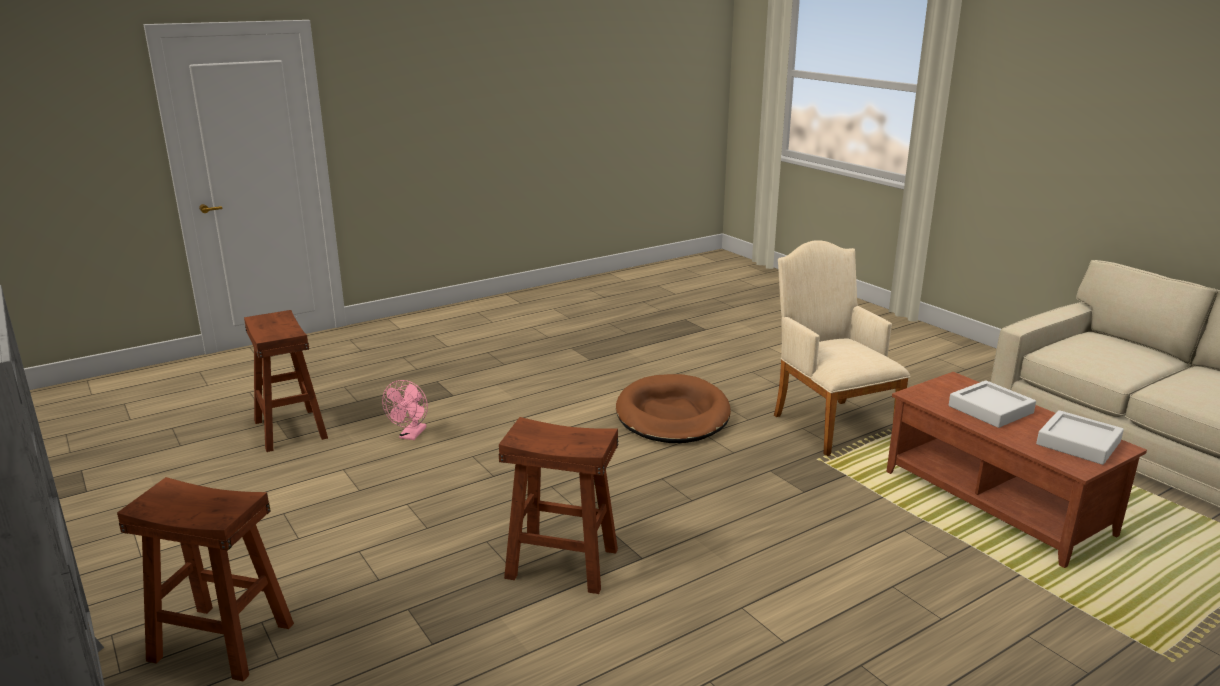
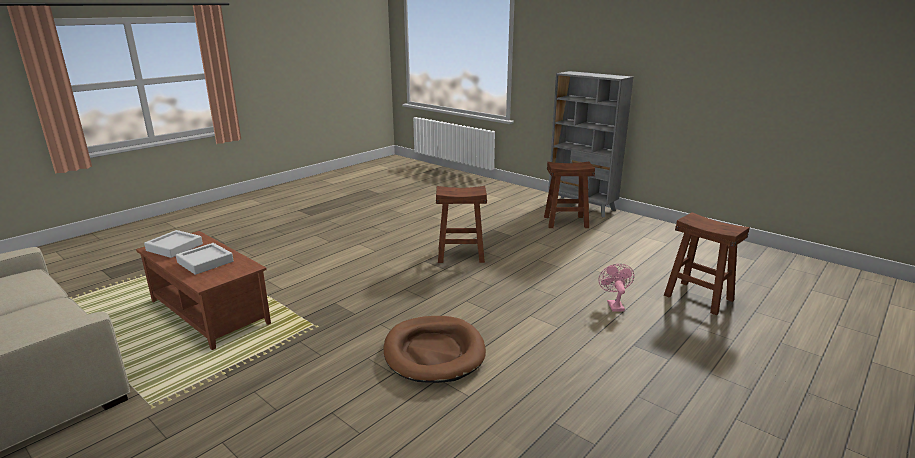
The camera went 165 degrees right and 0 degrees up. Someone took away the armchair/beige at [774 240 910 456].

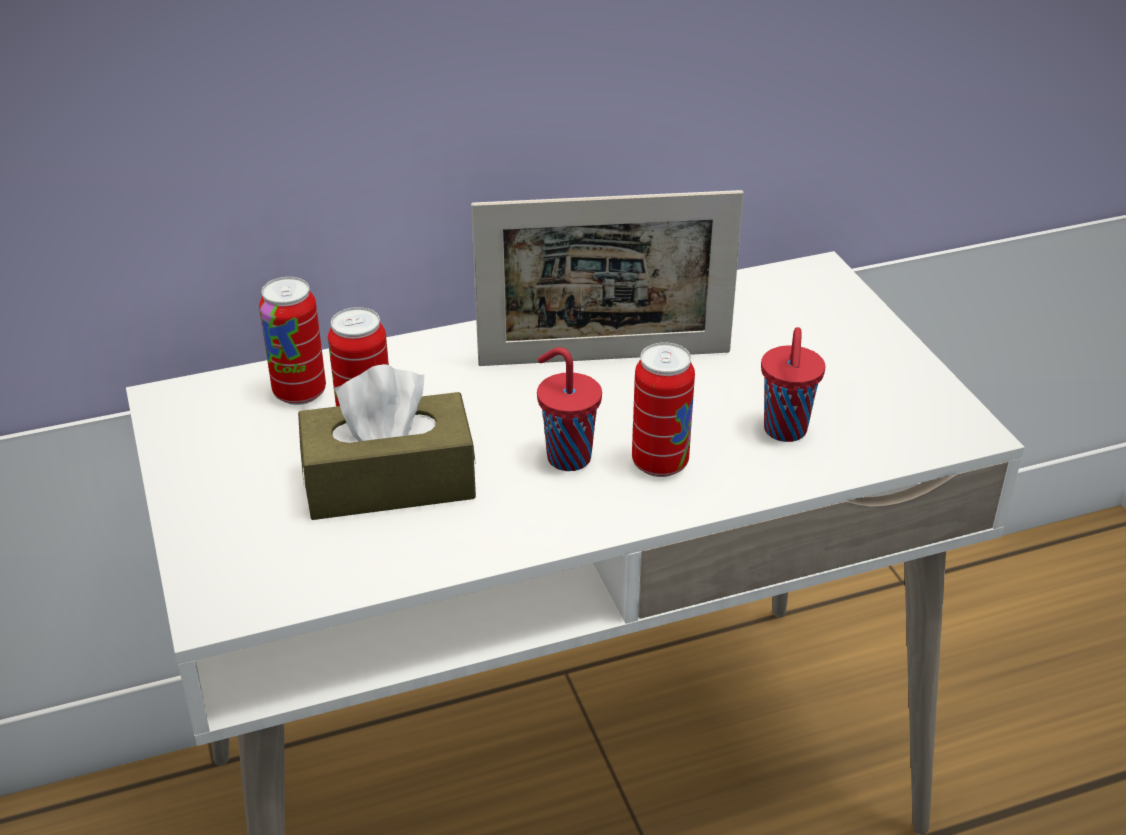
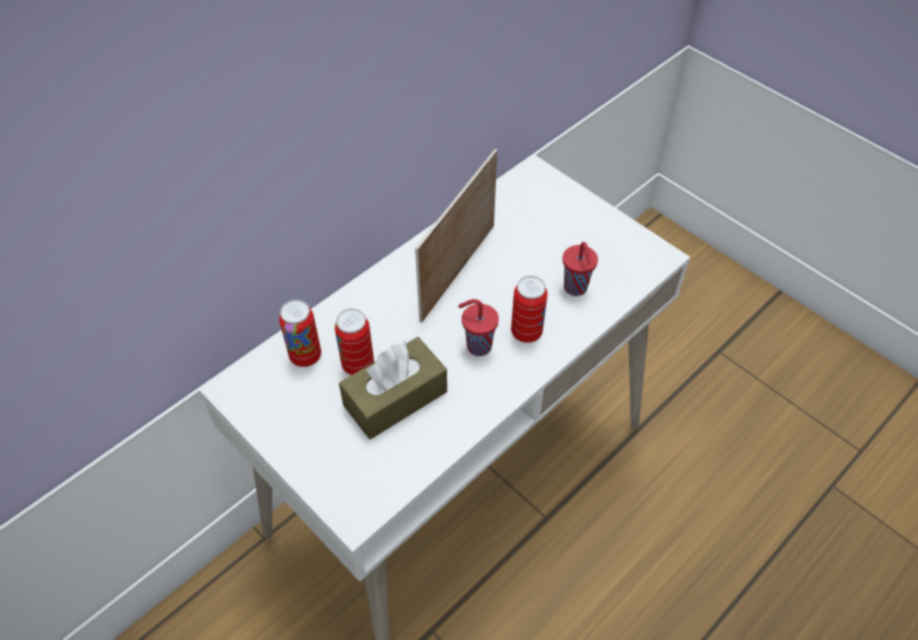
The camera went 25 degrees left and 15 degrees up. Someone rotated the picture frame at [471 190 744 366] by 150 degrees clockwise.

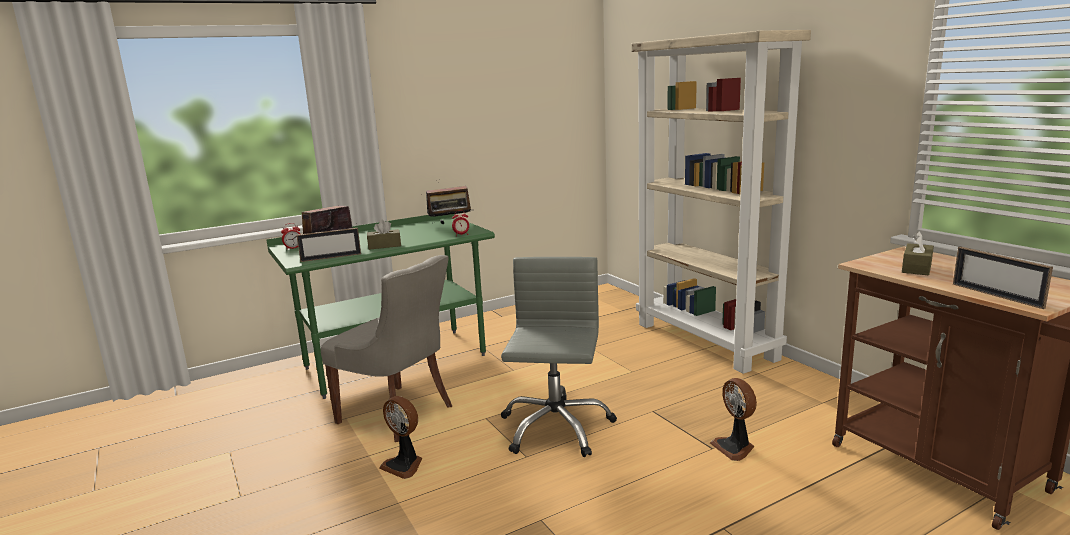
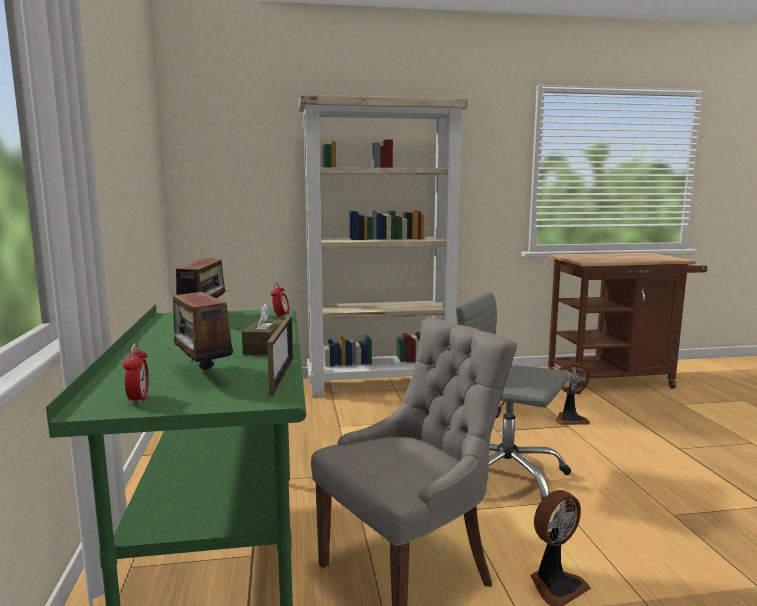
The camera went 70 degrees left and 5 degrees down. Someone took away the tissue box/brown at [902 231 934 276]. Someone took away the picture frame at [953 246 1053 309].

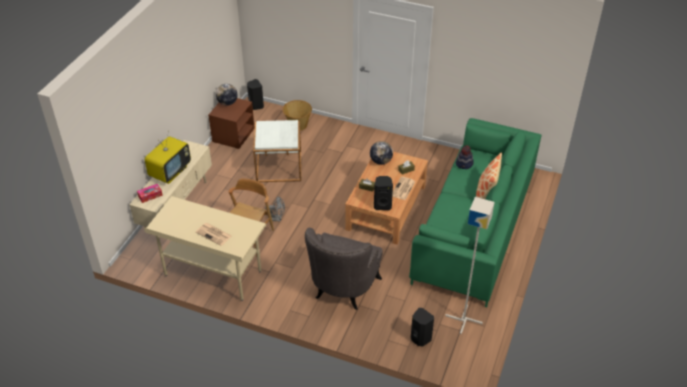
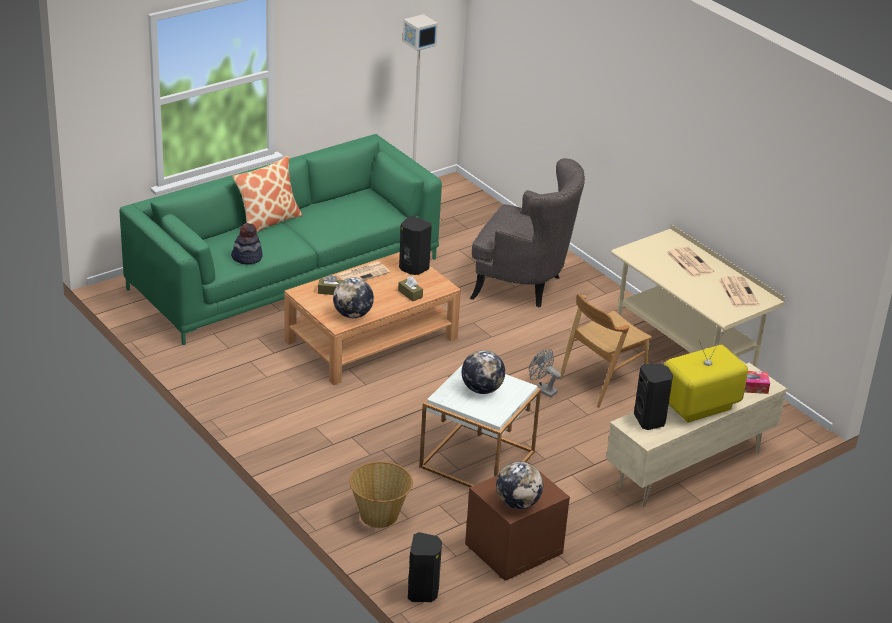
The camera went 150 degrees left and 10 degrees down. Someone rotated the armchair/grey at [305 228 383 310] by 60 degrees clockwise. Someone carried the speaker/black from [411 308 434 346] to [634 364 673 430]. Someone put down the newspaper at [719 276 759 307]. Someone put down the globe at [462 350 505 394].

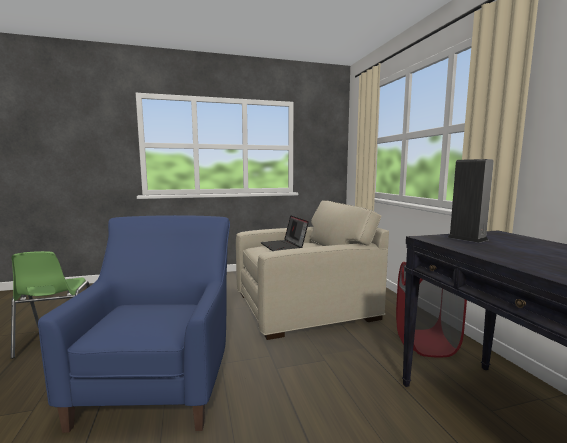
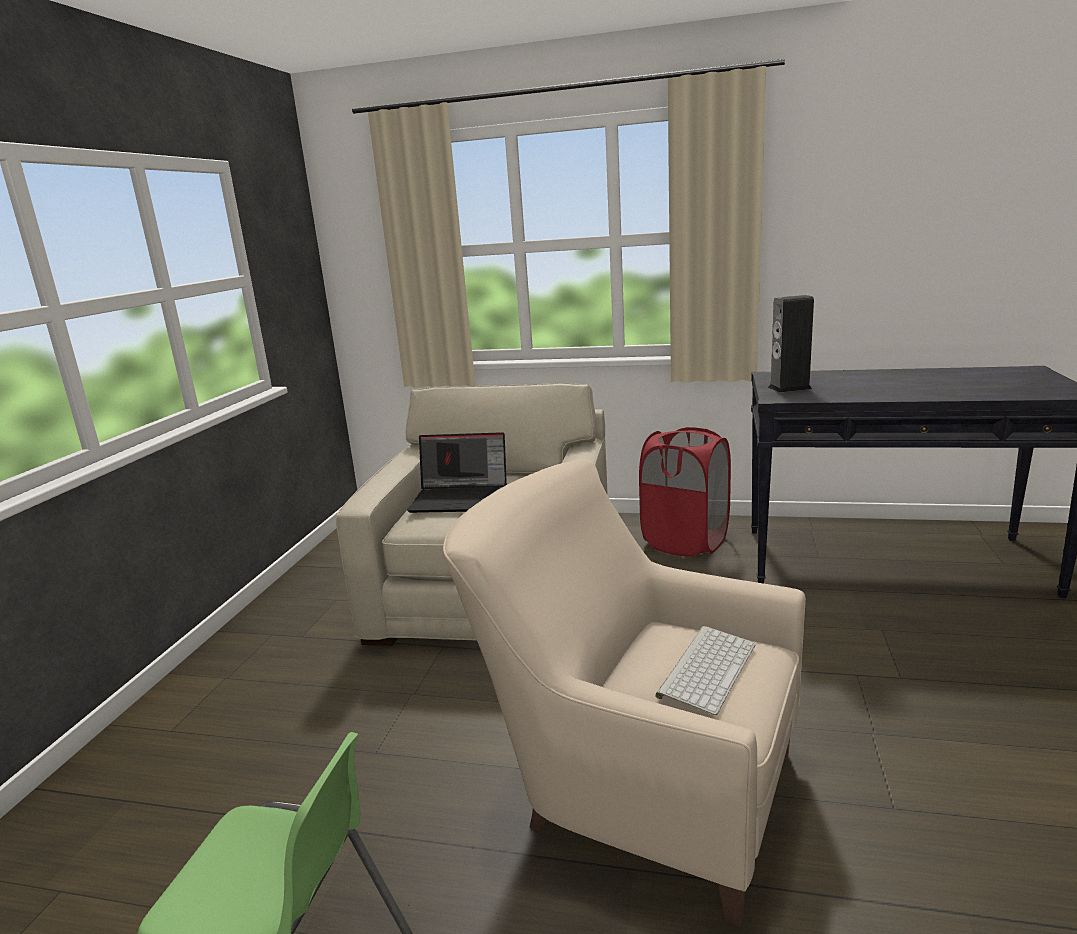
The camera went 60 degrees left and 10 degrees up. Someone repainted the armchair/blue at [38 215 230 433], which became the armchair/beige at [443 460 806 926]. Someone put down the keyboard at [655 626 755 715].

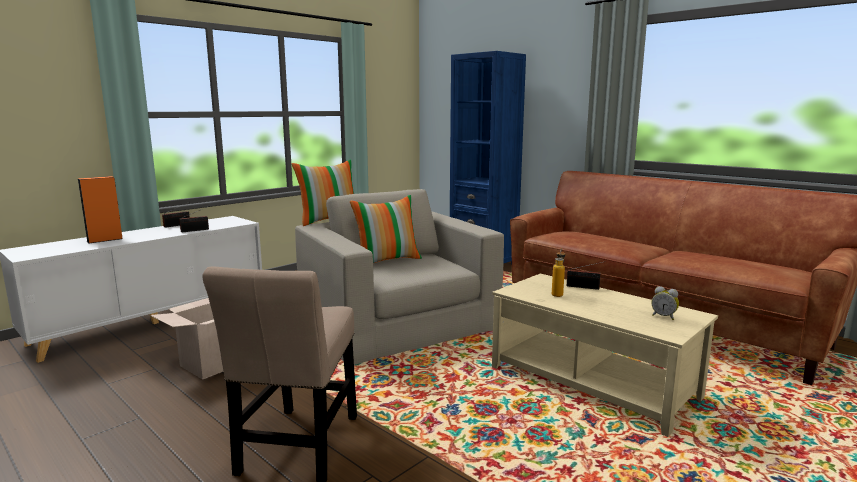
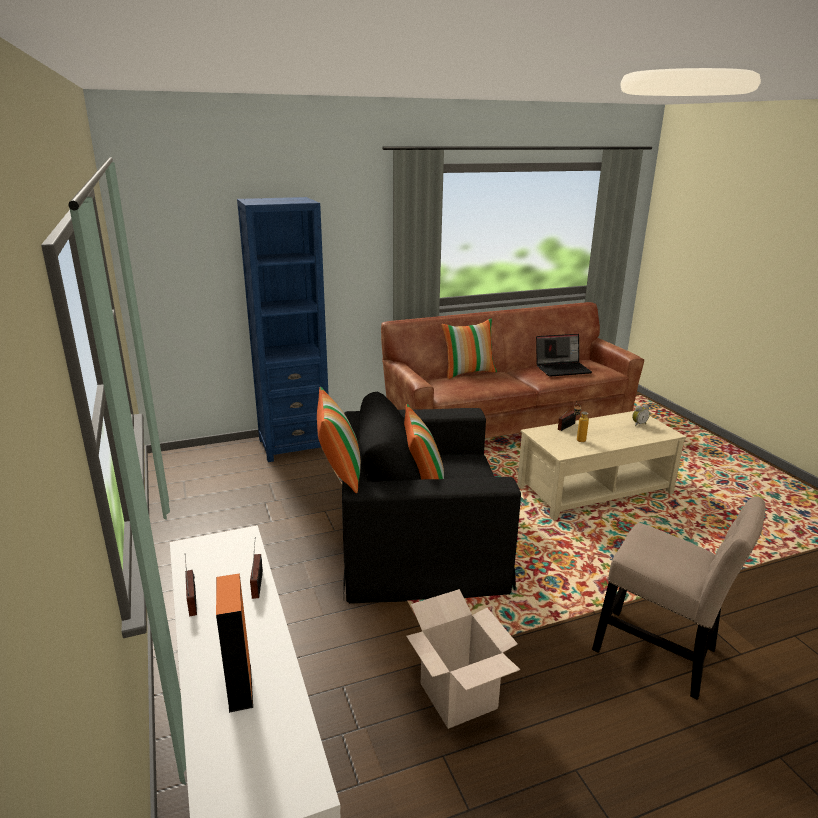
The camera went 65 degrees left and 10 degrees up. Someone repainted the armchair/beige at [295 189 504 365], which became the armchair/black at [342 392 521 604]. Someone put down the pillow at [441 319 497 379]. Someone put down the laptop at [536 334 592 377].

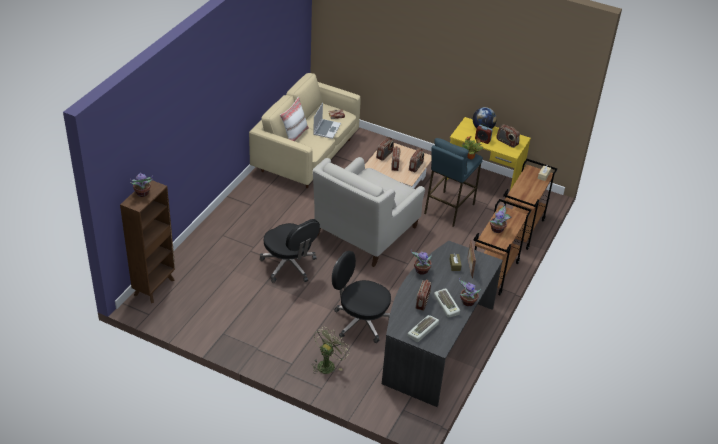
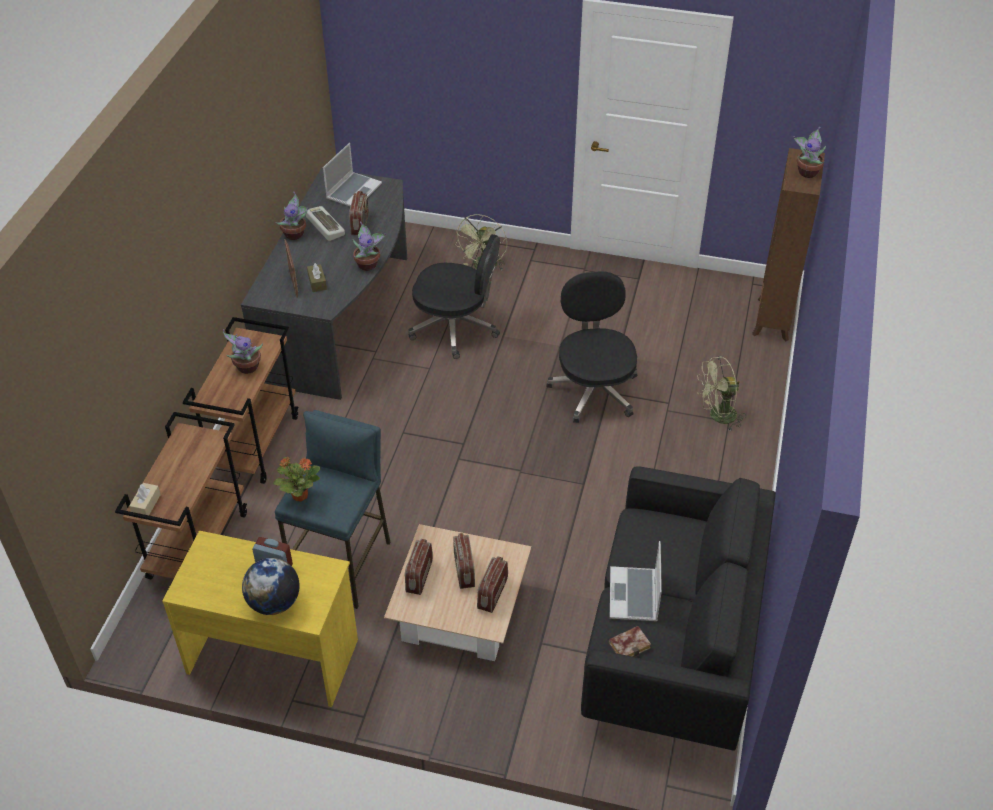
The camera went 170 degrees right and 5 degrees up. Someone repainted the sofa/beige at [249 73 361 188], which became the sofa/black at [581 466 776 751]. Someone took away the pillow/white at [280 97 309 141]. Someone took away the radio at [496 124 520 148]. Someone took away the armchair/white at [313 157 425 267]. Someone rotated the office chair/black at [260 219 320 283] by 45 degrees clockwise. Someone swapped the keyboard at [407 315 439 342] for the laptop at [323 143 382 207]. Someone put down the fan/green at [698 356 746 431].

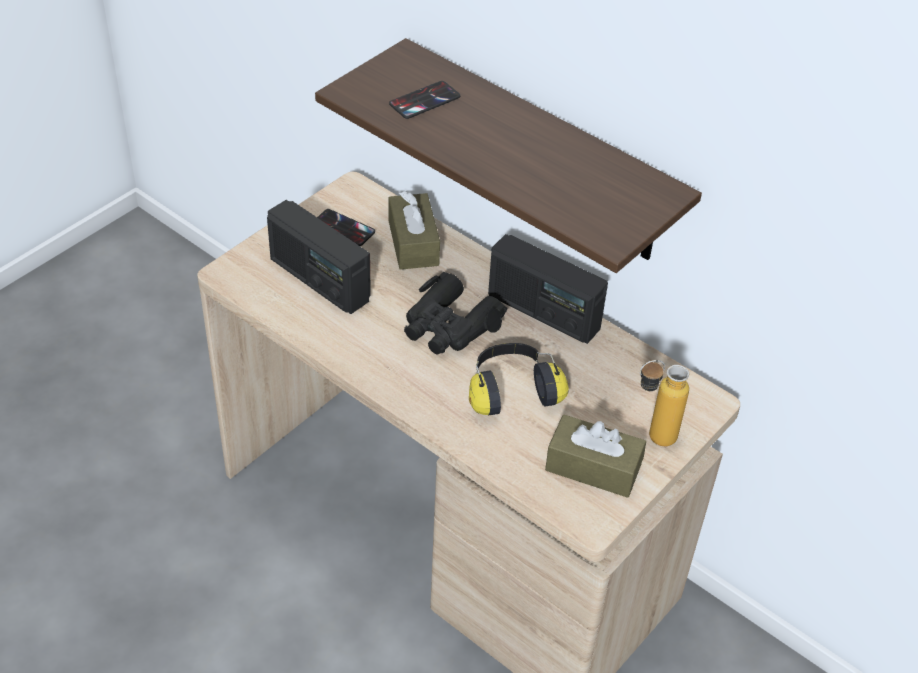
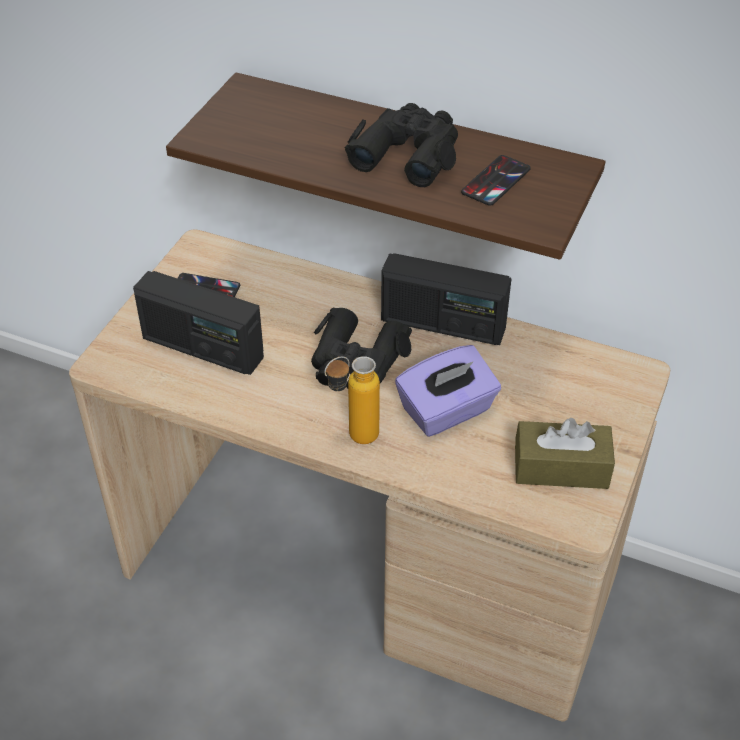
The camera went 15 degrees left and 0 degrees up. Someone carried the phone from [389 81 460 119] to [461 155 531 206]. Someone took away the tissue box/brown at [389 191 440 270]. Someone swapped the headphones at [469 343 569 415] for the tissue box/purple at [395 345 501 437]. Someone carried the bottle from [640 360 689 446] to [325 356 380 444]. Someone put down the binoculars/black at [345 103 458 187].

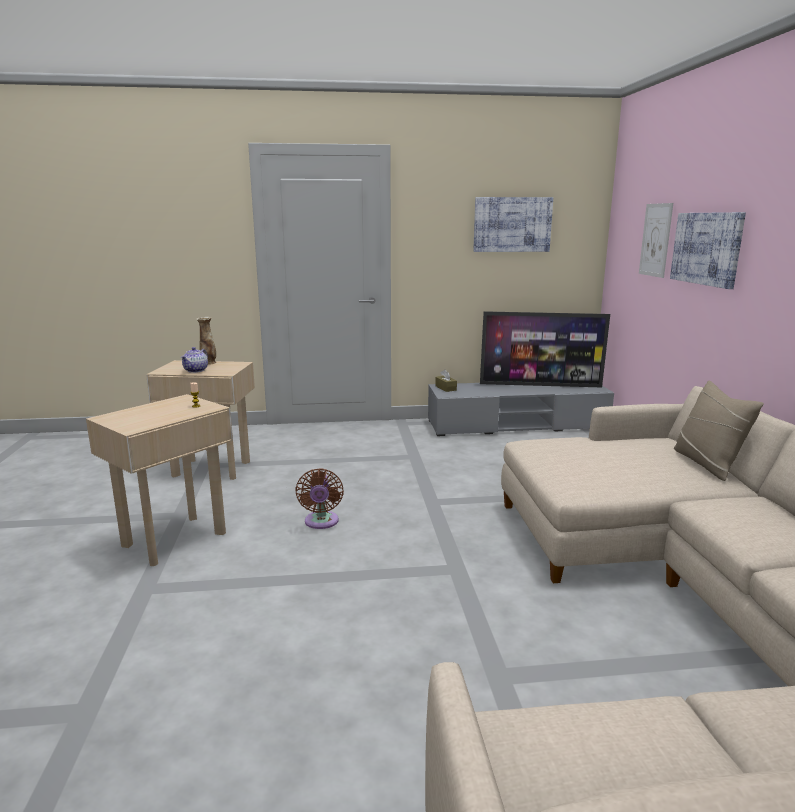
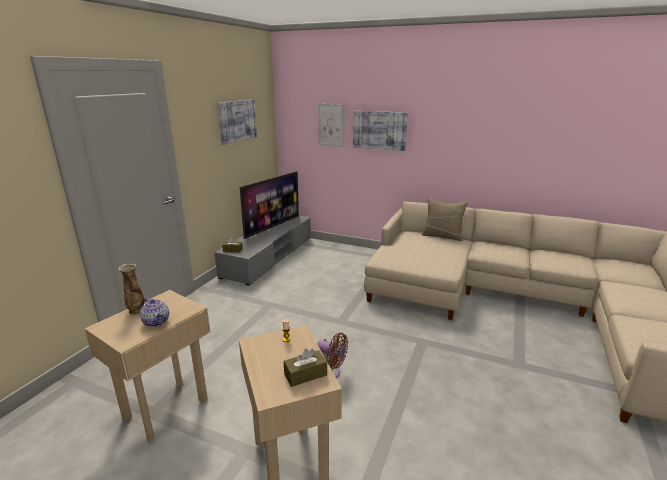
The camera went 60 degrees left and 5 degrees up. Someone put down the tissue box/brown at [284 348 327 387].

